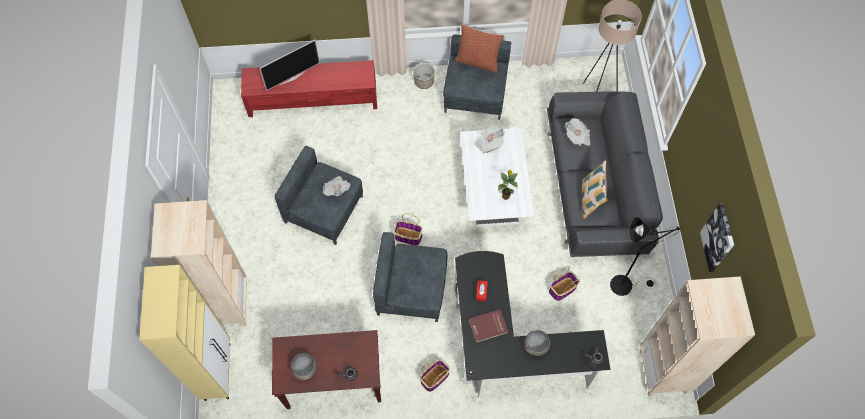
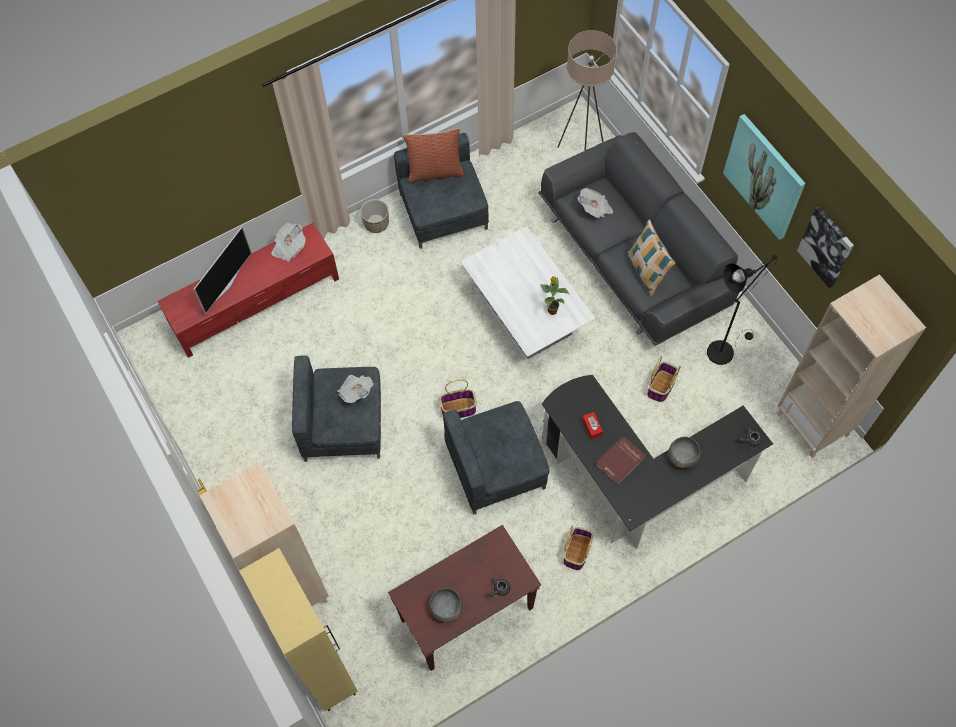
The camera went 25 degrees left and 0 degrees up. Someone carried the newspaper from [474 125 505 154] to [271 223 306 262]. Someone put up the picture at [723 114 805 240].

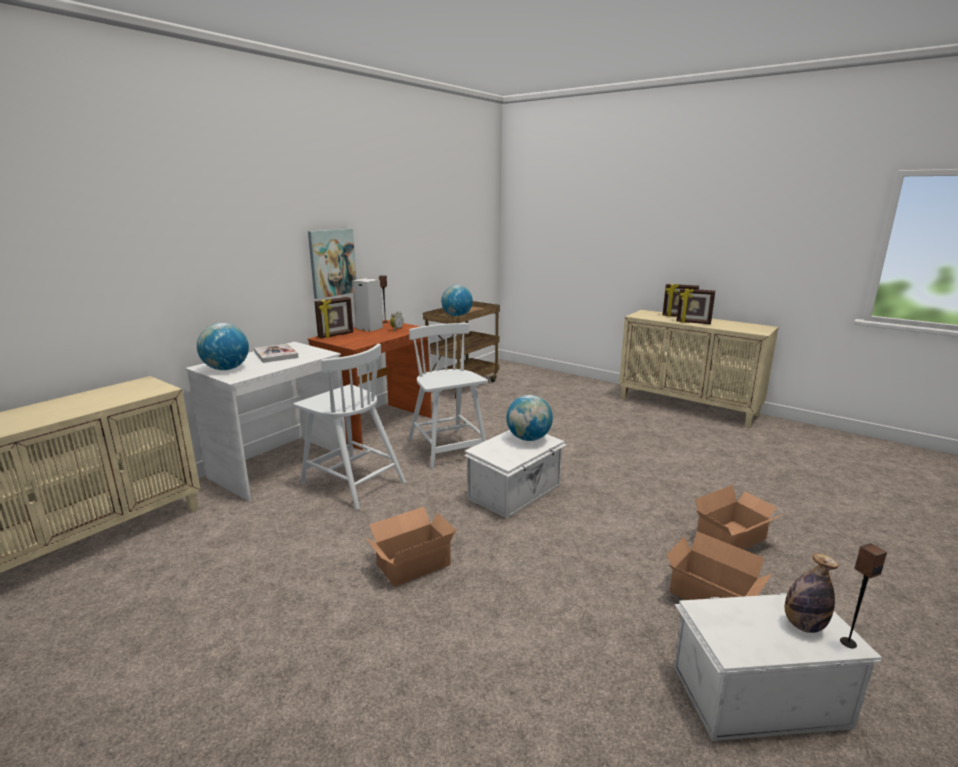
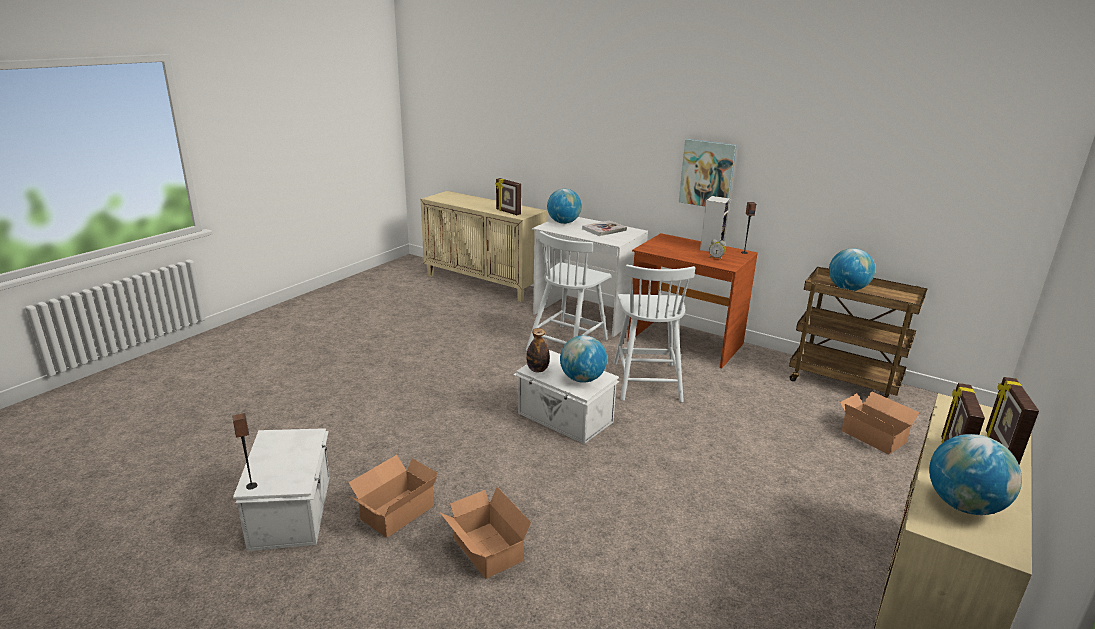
The camera went 85 degrees right and 5 degrees up. Someone carried the picture frame from [314 297 353 338] to [495 178 521 215]. Someone rotated the chair/white at [408 323 488 469] by 120 degrees clockwise. Someone carried the cardboard box from [365 507 456 587] to [840 391 920 455]. Someone carried the bottle from [785 553 839 633] to [526 328 550 372]. Someone put down the globe at [929 434 1022 515].

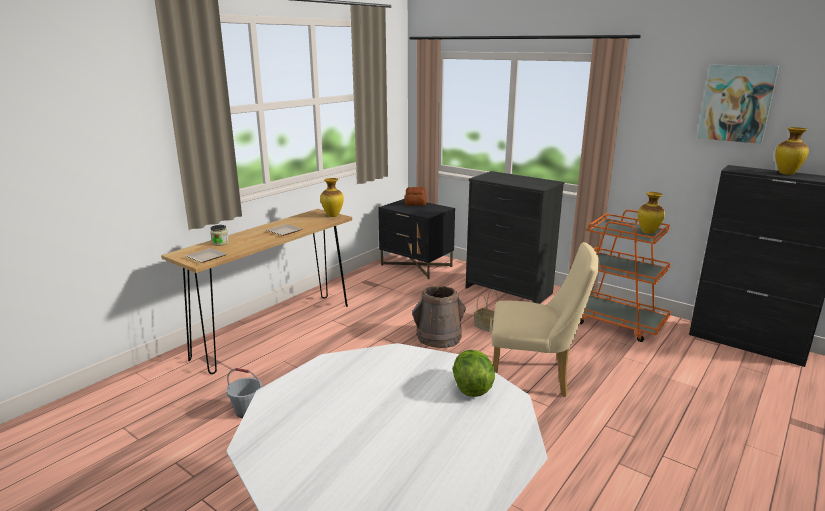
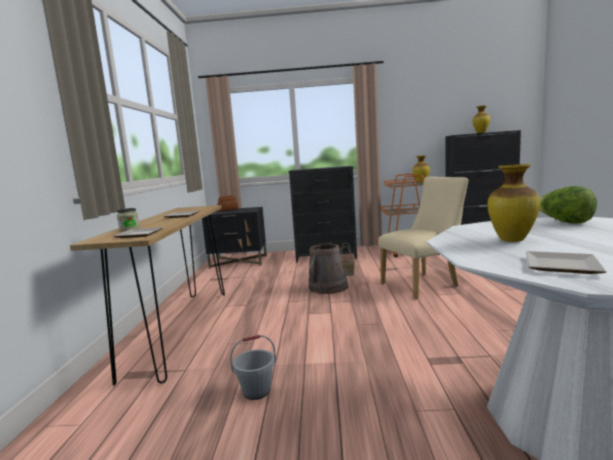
The camera went 35 degrees left and 10 degrees down. Someone took away the picture at [697 65 779 144]. Someone carried the vase from [321 178 344 217] to [487 164 540 242]. Someone put down the plate at [526 251 607 274].

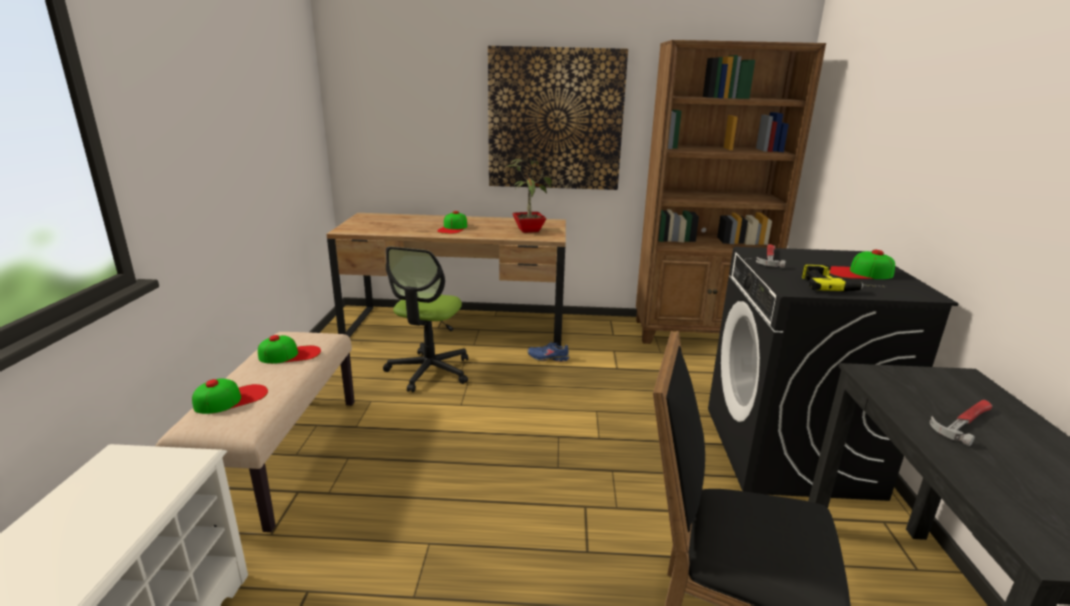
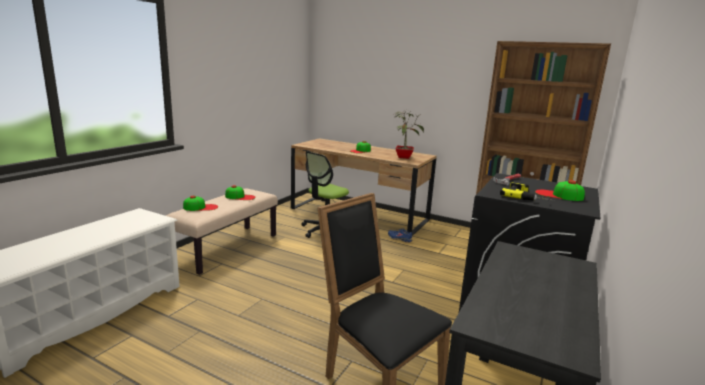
The camera went 25 degrees right and 5 degrees down. Someone took away the picture at [488 46 628 190]. Someone took away the hammer at [930 400 992 446].

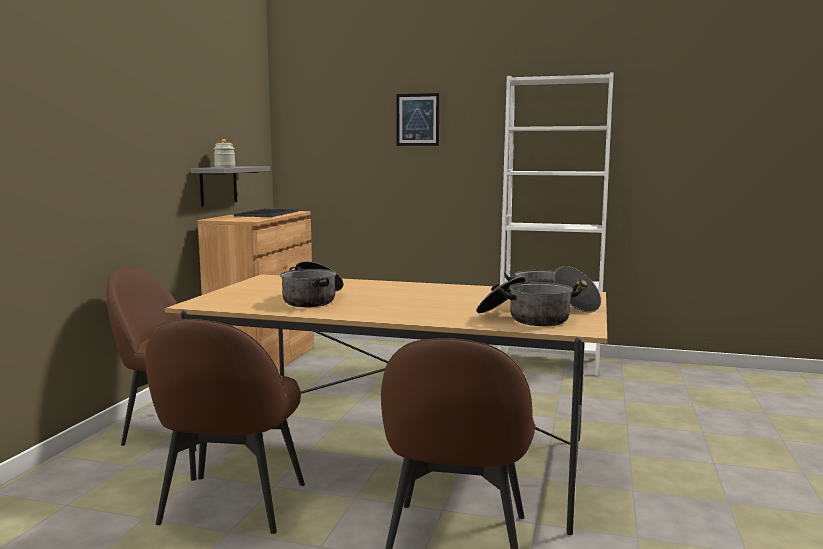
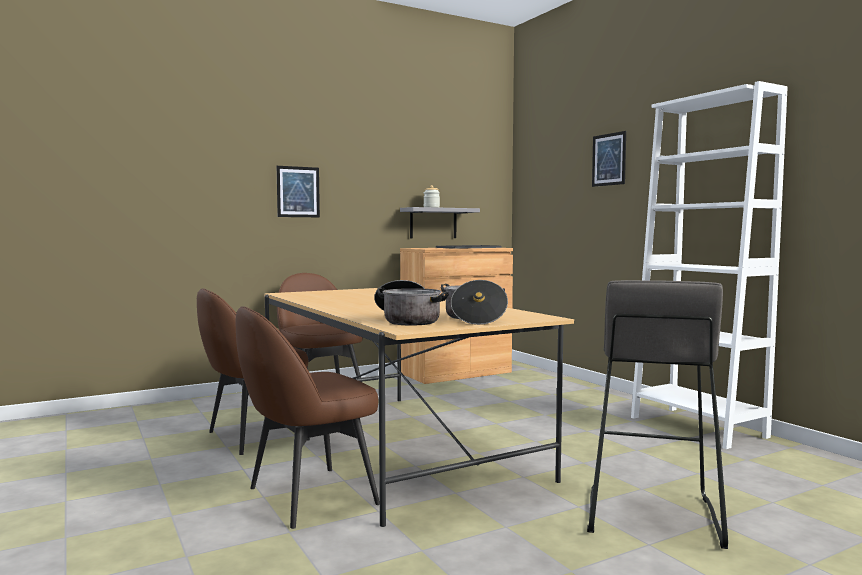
The camera went 45 degrees right and 5 degrees down. Someone took away the cooking pot at [280 261 344 307]. Someone put up the picture at [277 166 320 217]. Someone put down the stool/grey at [587 280 728 549].

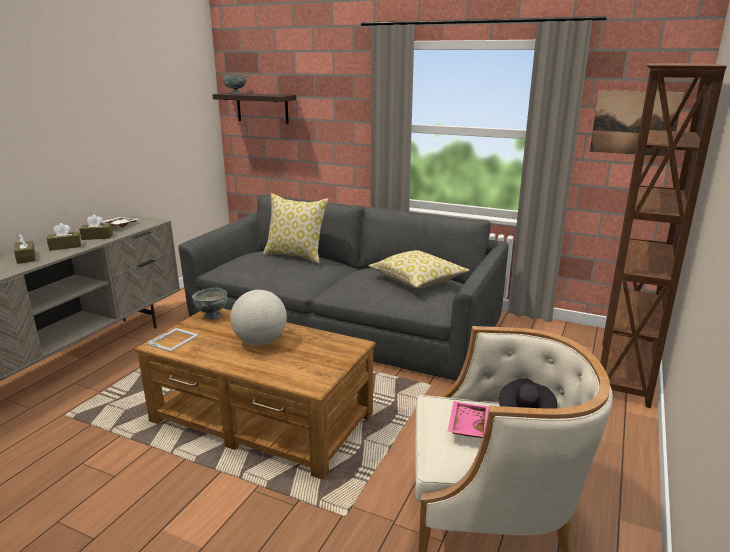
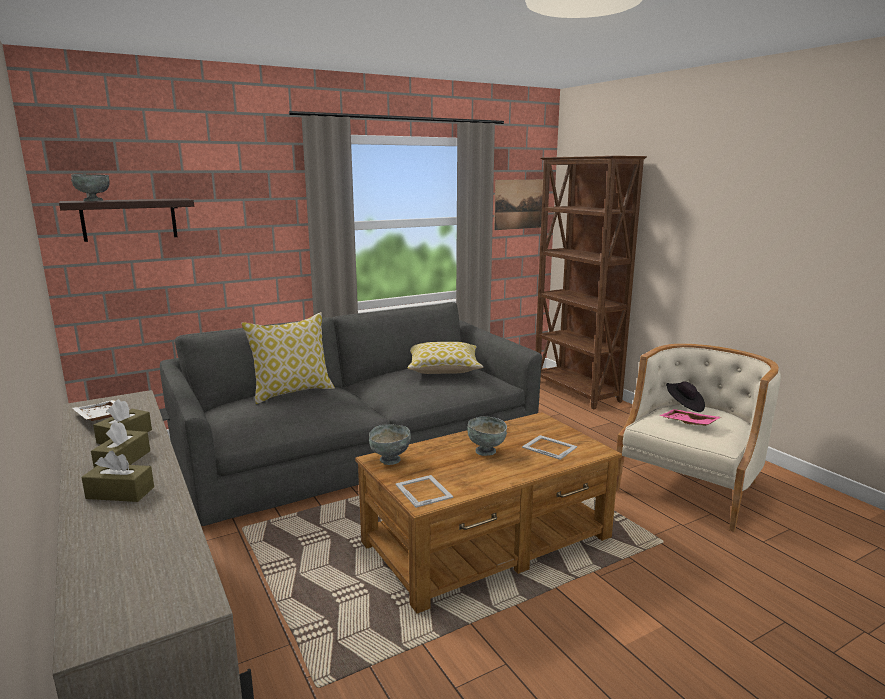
The camera went 55 degrees left and 5 degrees down. Someone swapped the globe at [230 290 287 345] for the bowl/grey at [467 416 507 456]. Someone put down the picture frame at [522 435 577 460].

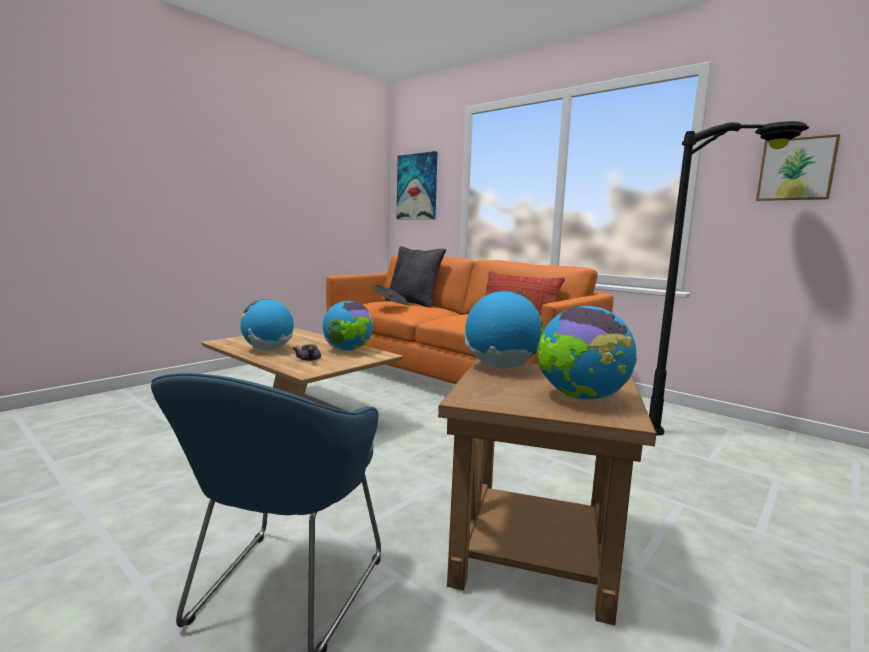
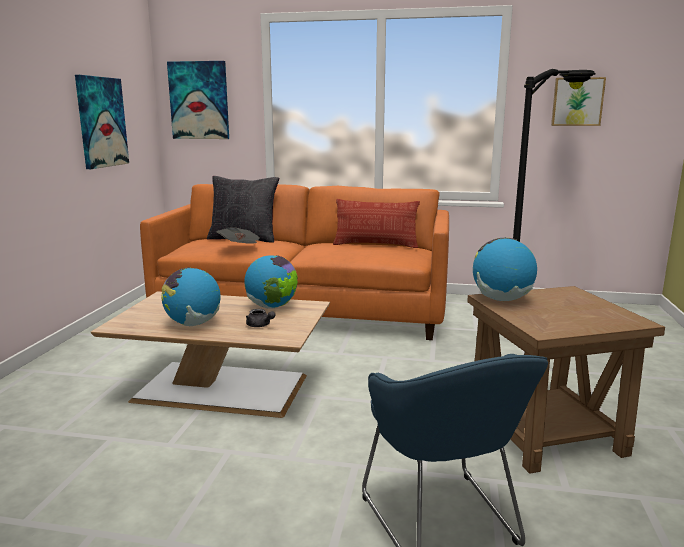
The camera went 30 degrees left and 5 degrees up. Someone took away the globe at [537 306 637 400]. Someone put up the picture at [75 75 129 169].

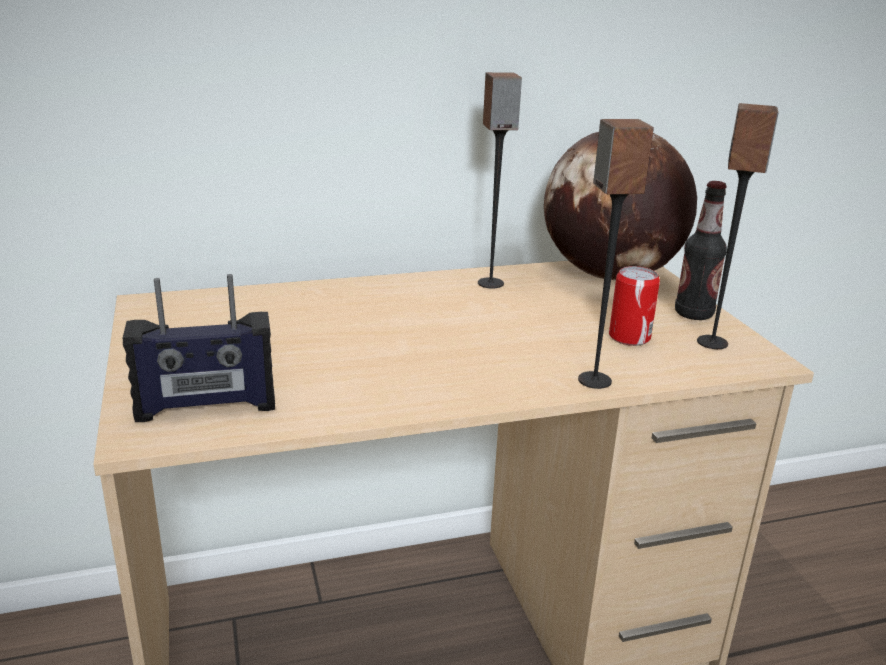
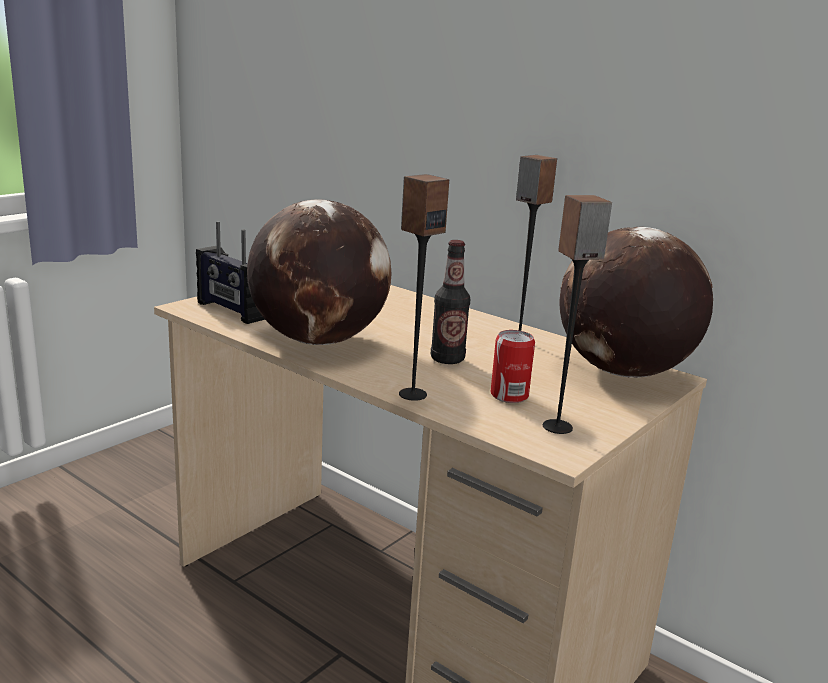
The camera went 55 degrees right and 5 degrees down. Someone carried the bottle from [675 181 727 320] to [431 240 470 364]. Someone put down the globe at [247 199 391 345].

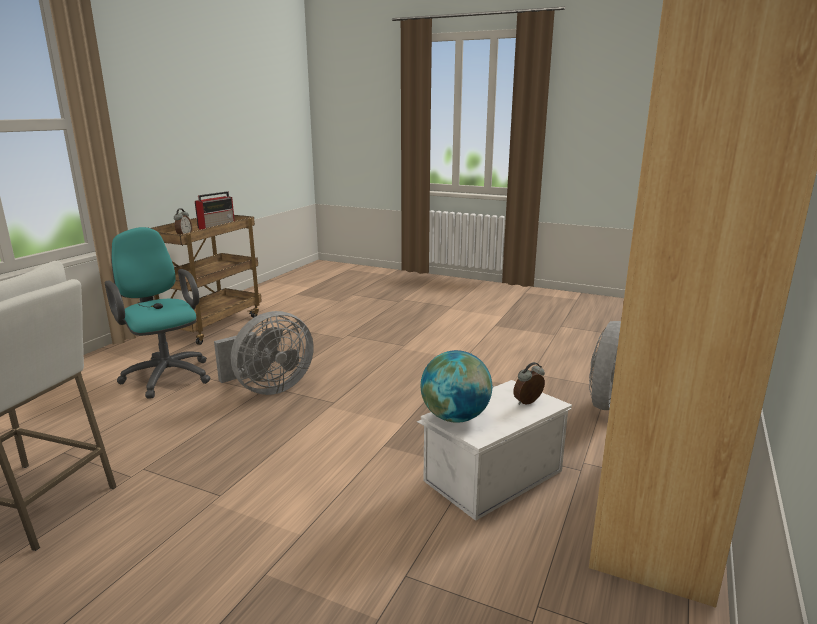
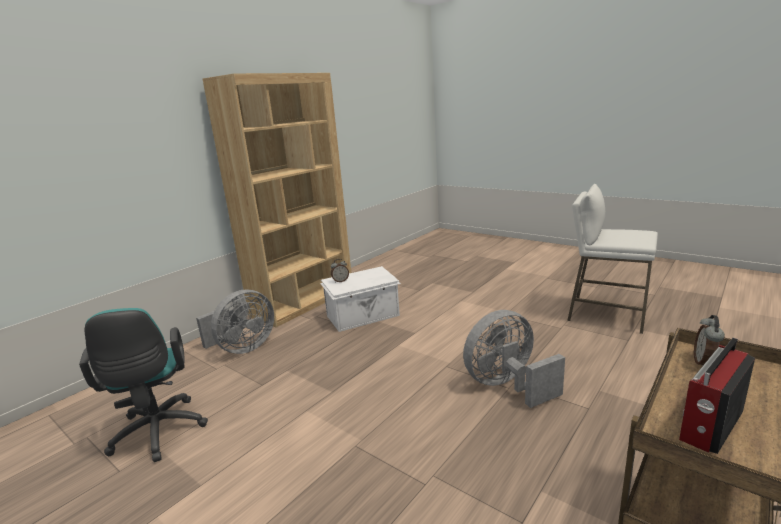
The camera went 165 degrees left and 0 degrees up. Someone carried the office chair/turquoise from [105 227 211 398] to [79 308 208 462]. Someone took away the globe at [421 350 492 423].

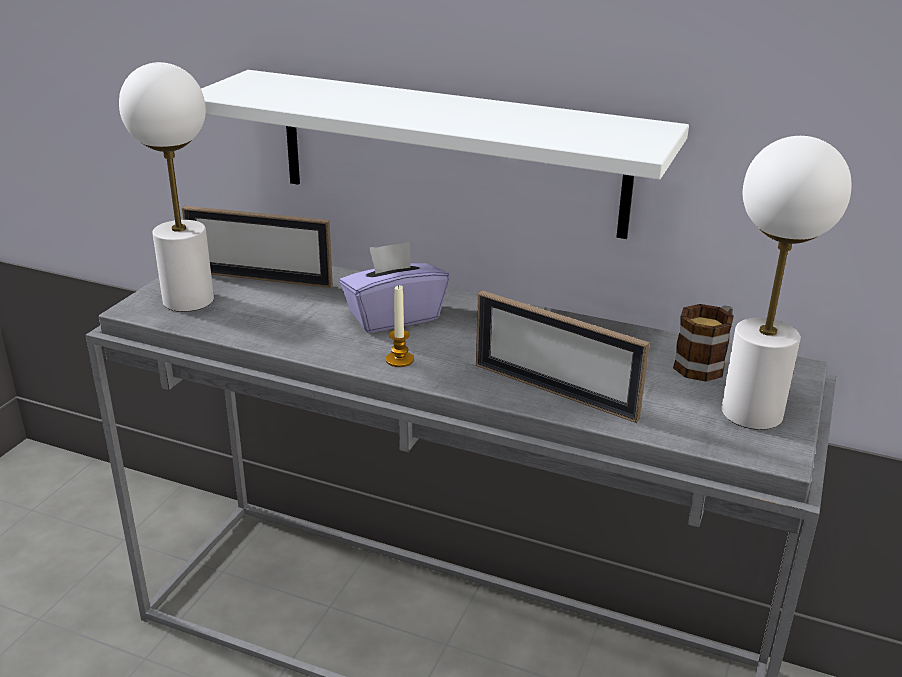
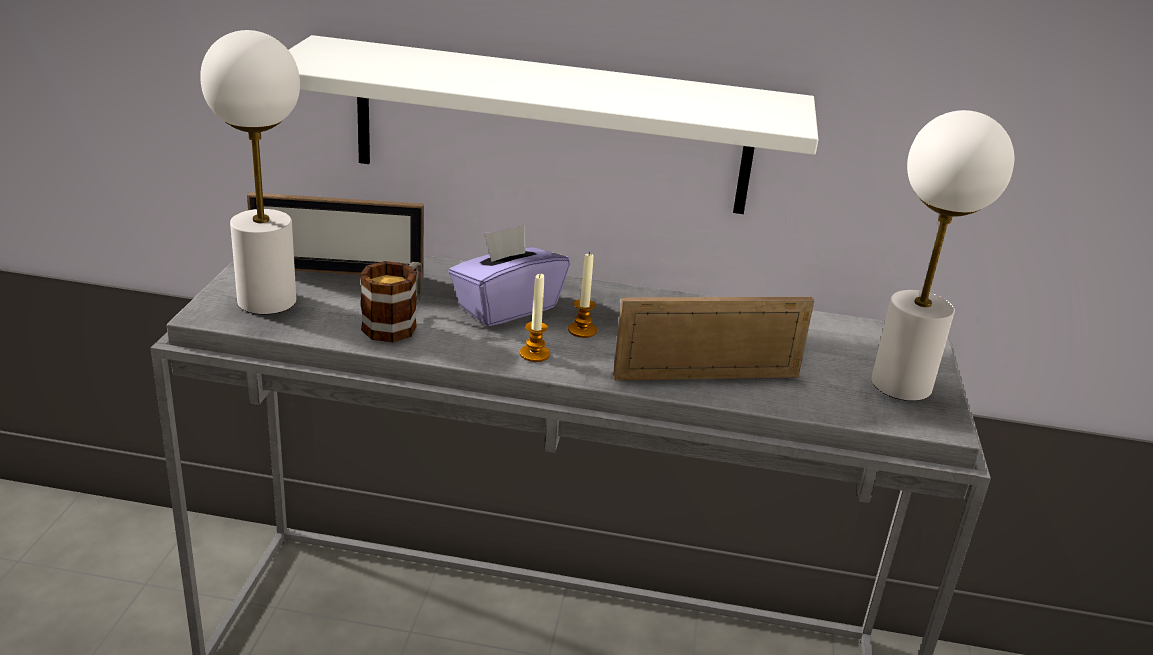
The camera went 15 degrees left and 0 degrees up. Someone rotated the picture frame at [476 291 650 423] by 150 degrees clockwise. Someone carried the mug from [673 304 734 381] to [360 261 423 342]. Someone put down the candle at [568 252 597 338].

